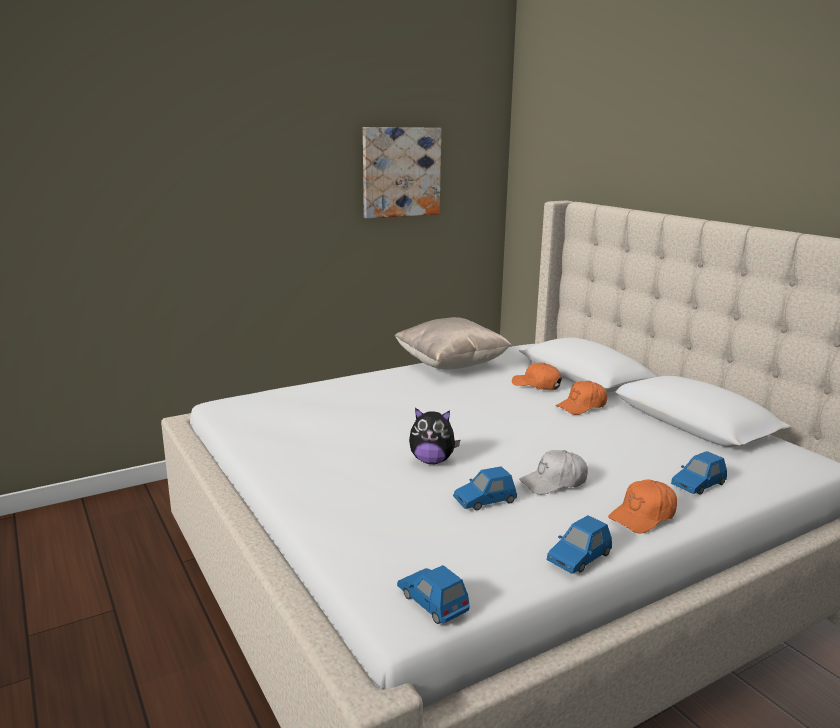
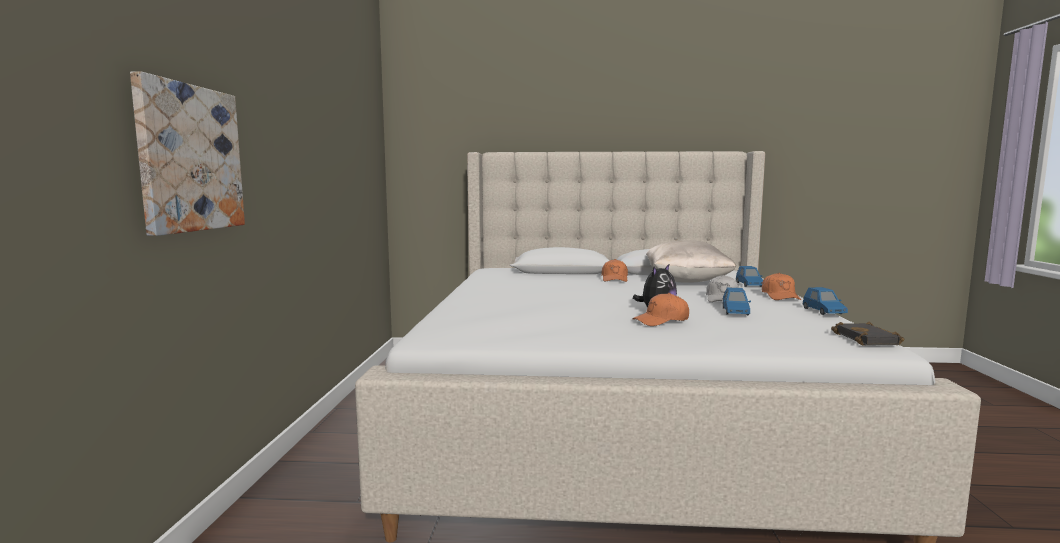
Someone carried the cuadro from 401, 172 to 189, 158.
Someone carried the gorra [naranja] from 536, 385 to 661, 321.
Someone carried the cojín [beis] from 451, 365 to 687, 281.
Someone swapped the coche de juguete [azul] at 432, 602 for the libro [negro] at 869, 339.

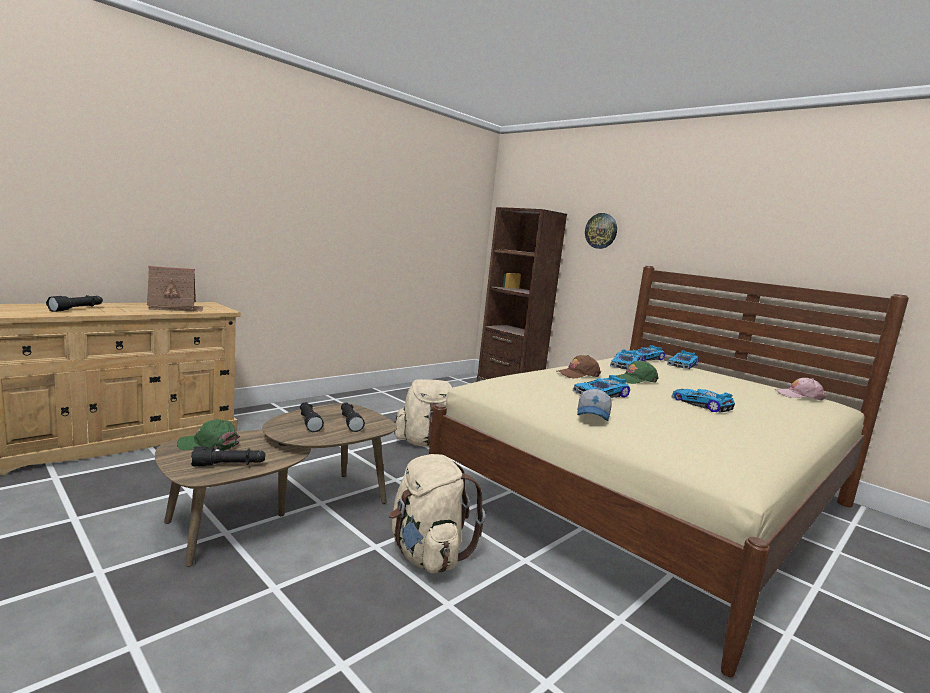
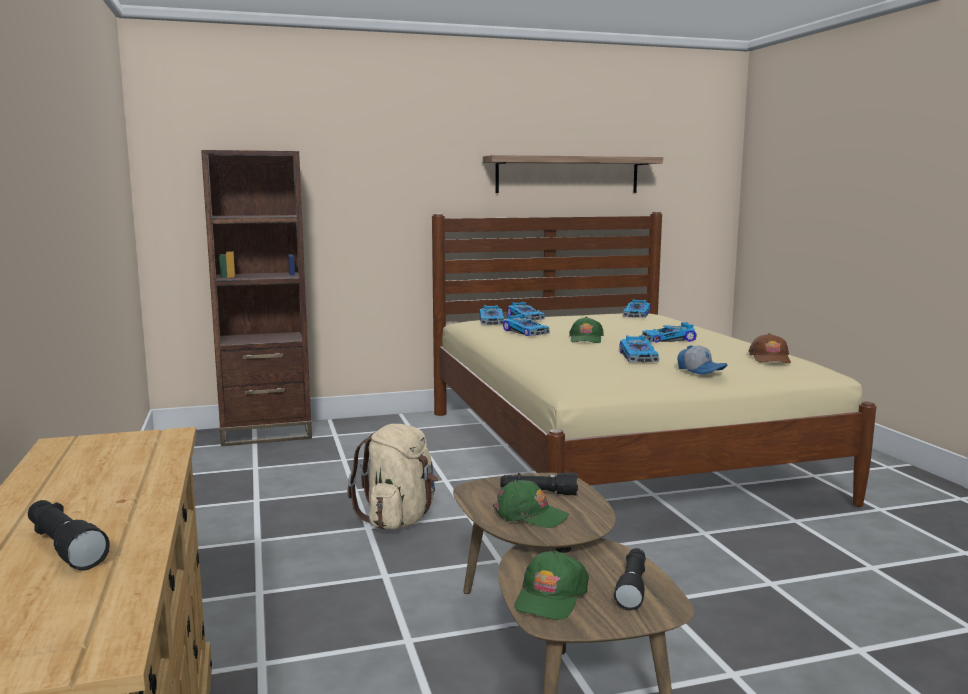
Someone put up the estante at 567, 175.
Someone swapped the linterna [negro] at 309, 422 for the gorra [verde] at 529, 515.
Someone swapped the gorra [rosa] at 799, 396 for the coche de juguete at 637, 315.
Someone carried the gorra [marrón] from 578, 374 to 770, 358.
Someone took away the casita at 175, 308.
Someone took away the mochila [beis] at 427, 554.
Someone took away the reloj de pared at 601, 231.

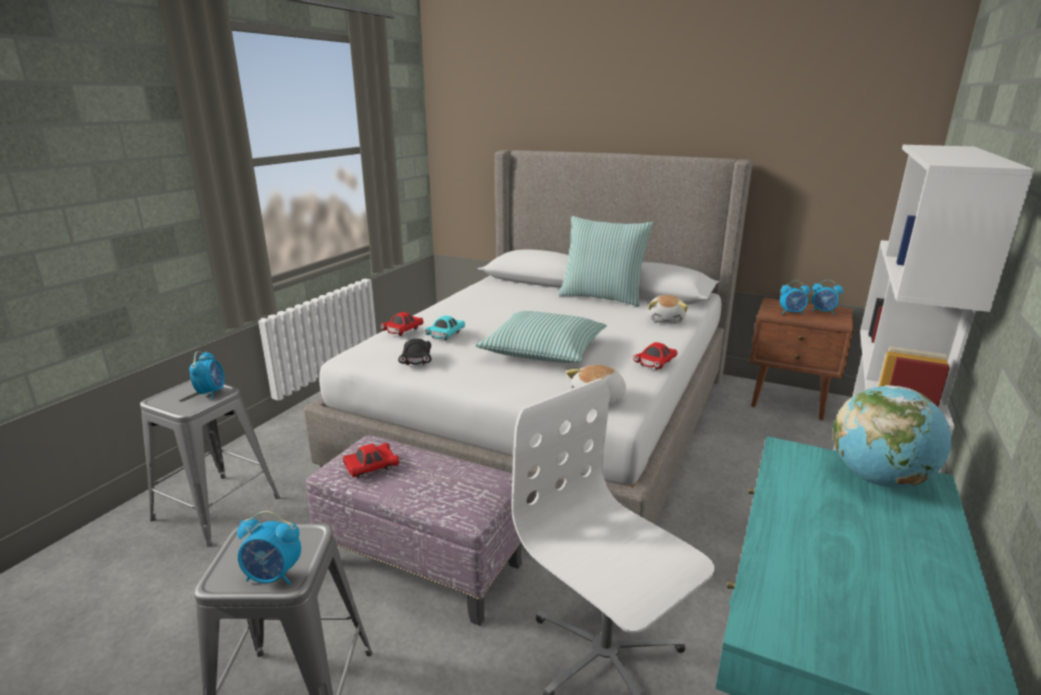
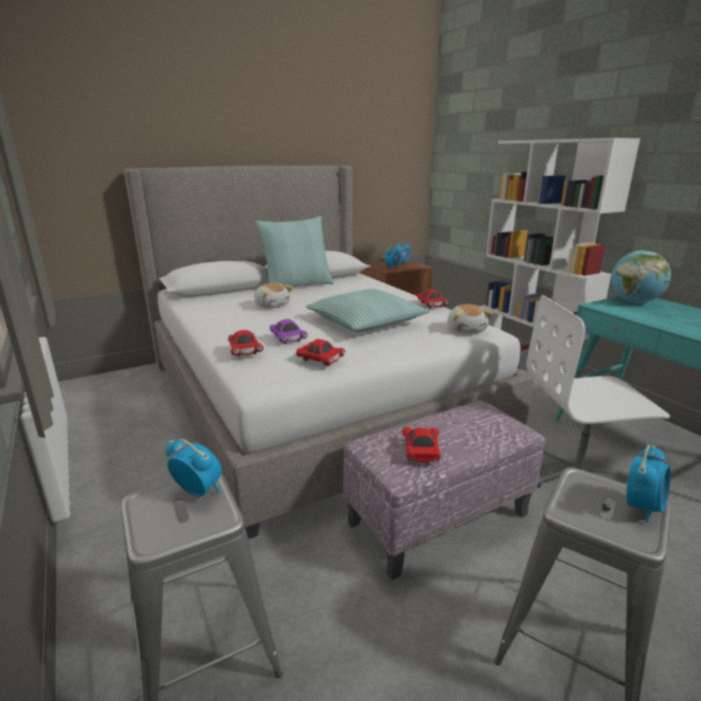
Someone carried the peluche from 666, 320 to 272, 305.
Someone repainted the coche de juguete [turquesa] at 445, 335, which became the coche de juguete [morado] at 287, 339.
Someone repainted the coche de juguete [negro] at 416, 360, which became the coche de juguete [rojo] at 320, 360.

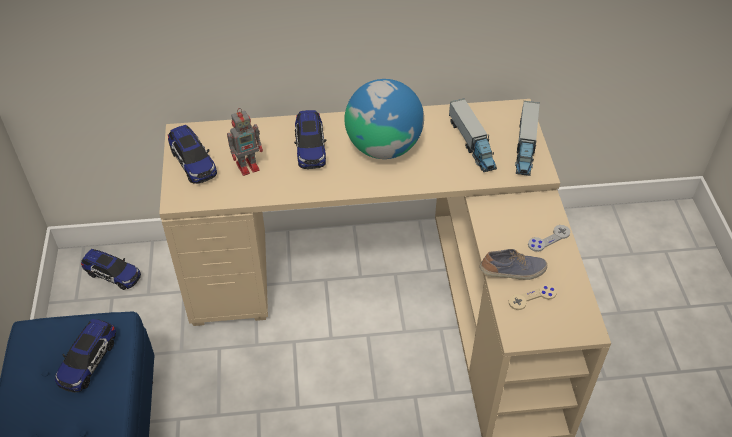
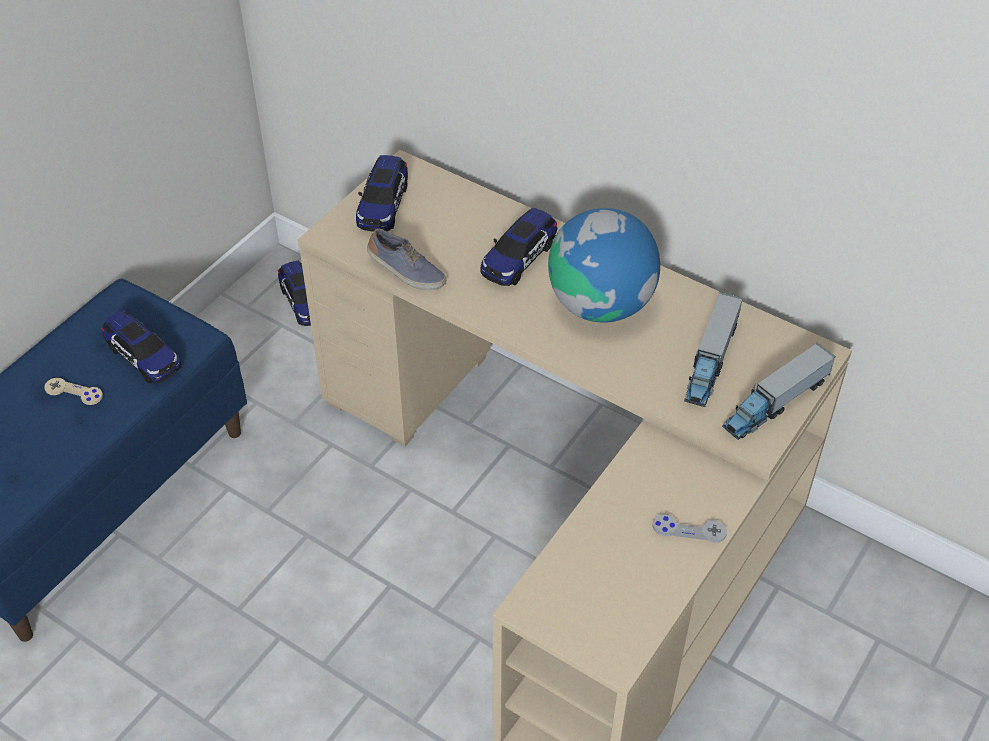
Someone carried the mando de consola [beis] from 532, 298 to 74, 392.
Someone rotated the coche de juguete at 88, 361 by 105 degrees counterclockwise.
Someone carried the zapato from 513, 272 to 406, 272.
Someone took away the robot de juguete at 249, 166.

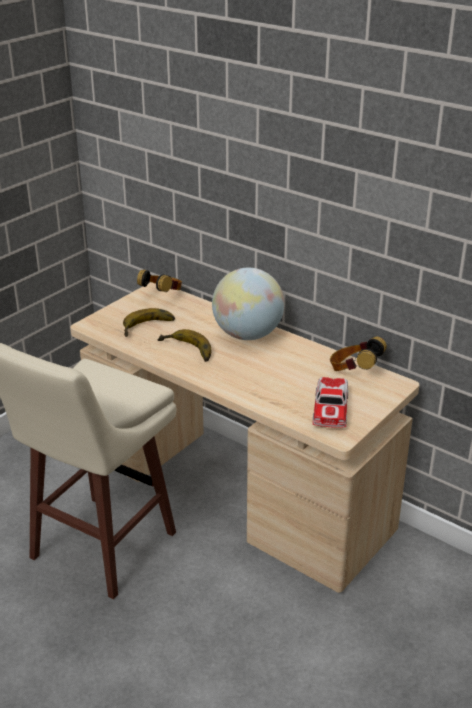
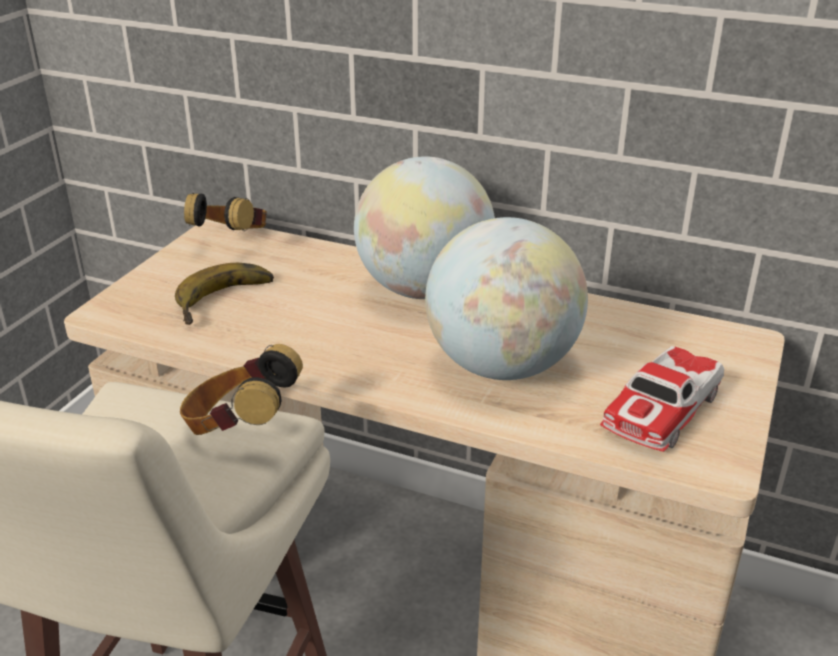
Someone carried the auriculares from 354, 371 to 240, 427.
Someone put down the globo terráqueo at 501, 365.
Someone rotated the coche de juguete at 330, 409 by 45 degrees clockwise.
Someone took away the plátano at 186, 351.

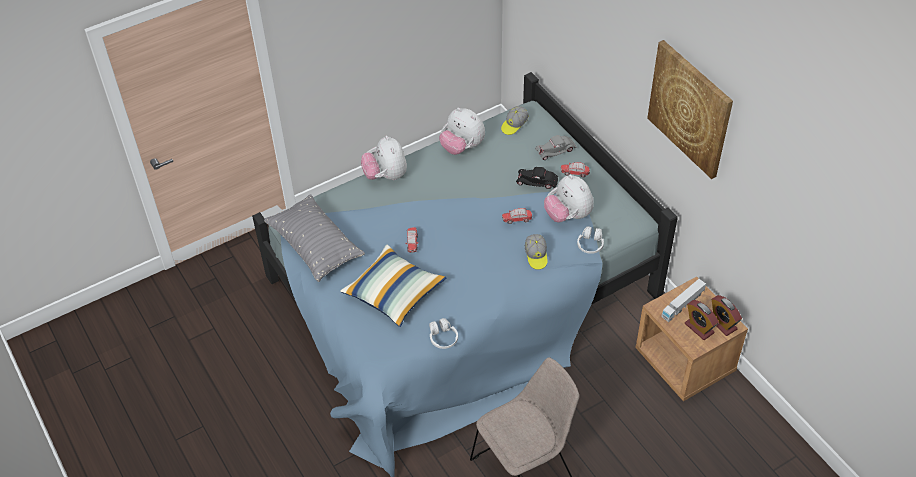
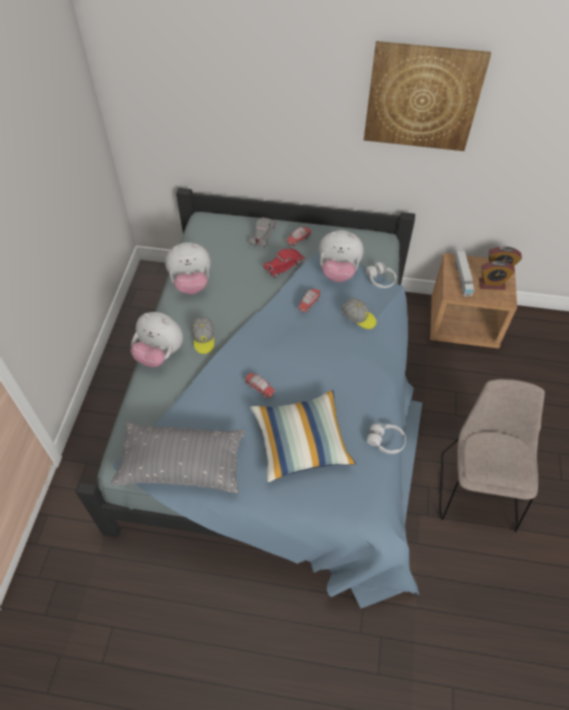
Someone carried the gorra from 514, 125 to 204, 339.
Someone repainted the coche de juguete [negro] at 537, 181, which became the coche de juguete [rojo] at 284, 264.

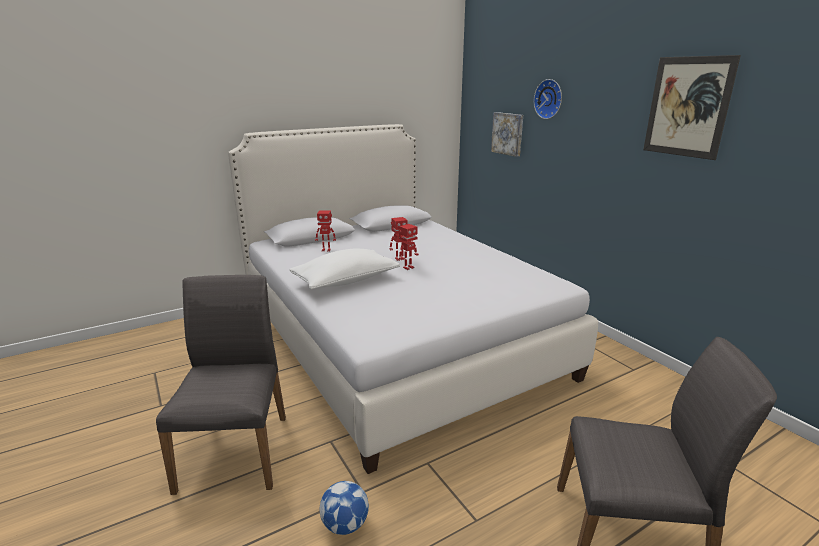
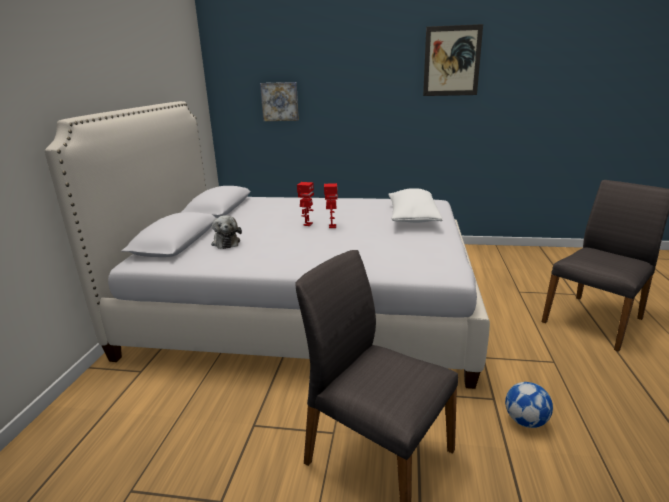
Someone swapped the robot de juguete at 326, 250 for the peluche at 226, 242.
Someone carried the cojín [blanco] from 346, 281 to 412, 218.
Someone took away the reloj de pared at 549, 99.

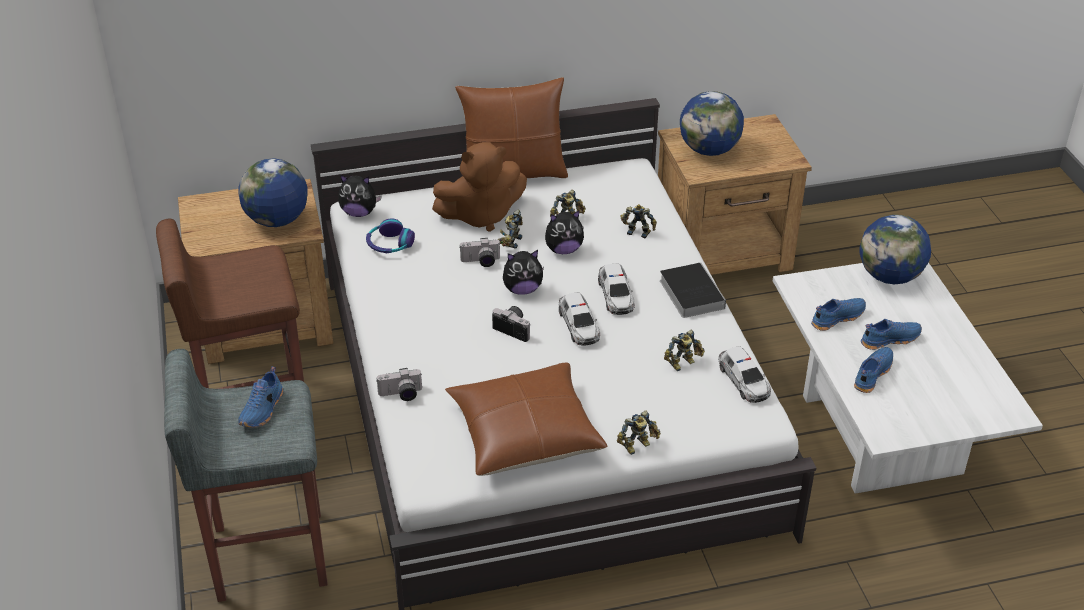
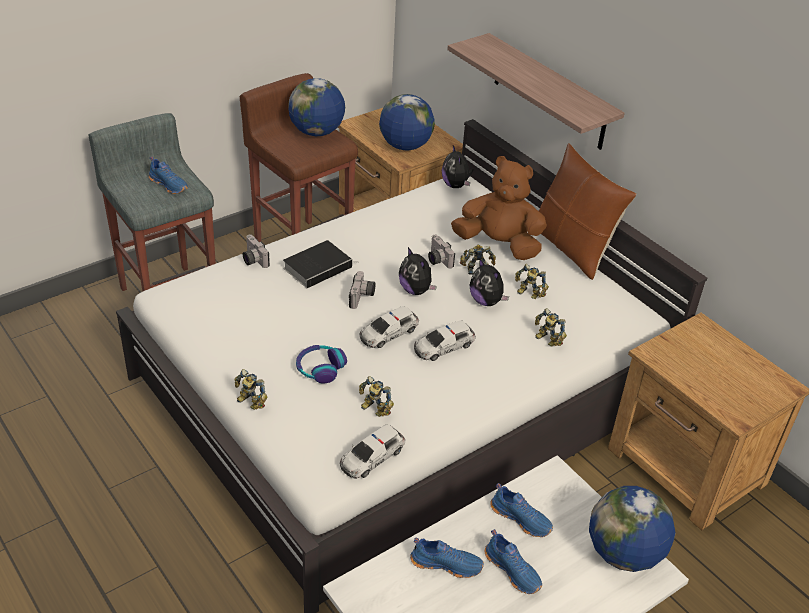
Someone rotated the zapato [azul] at 263, 410 by 135 degrees counterclockwise.
Someone carried the libro from 690, 293 to 319, 266.
Someone carried the globo terráqueo from 709, 150 to 317, 132.
Someone carried the auriculares from 389, 244 to 320, 368.
Someone put up the estante at 549, 92.
Someone rotated the peluche [marrón] at 481, 215 by 150 degrees clockwise.
Someone rotated the robot de juguete at 638, 231 by 135 degrees clockwise.
Someone took away the cojín [marrón] at 525, 433.

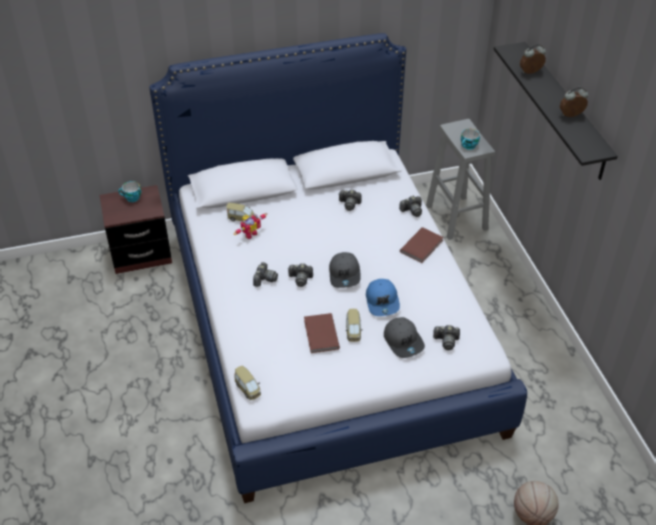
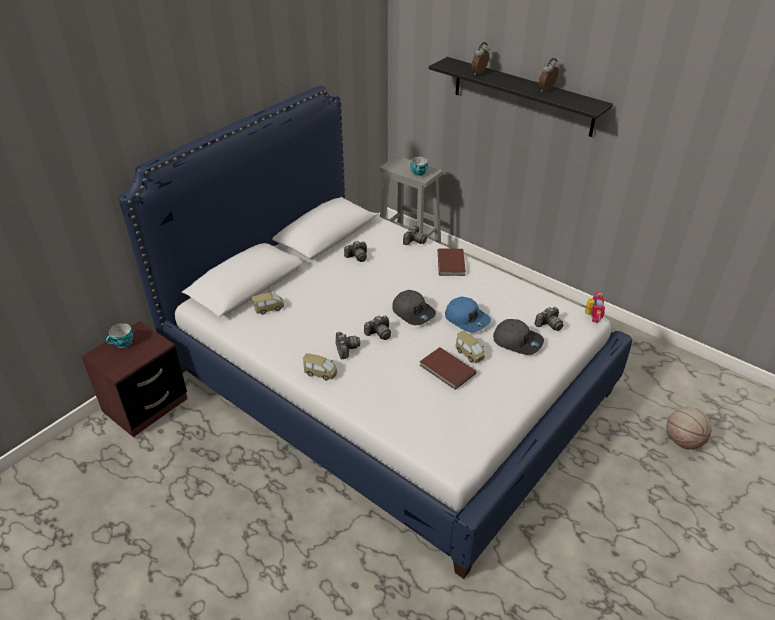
Someone carried the coche de juguete from 248, 388 to 320, 373.
Someone carried the robot de juguete from 249, 233 to 592, 317.

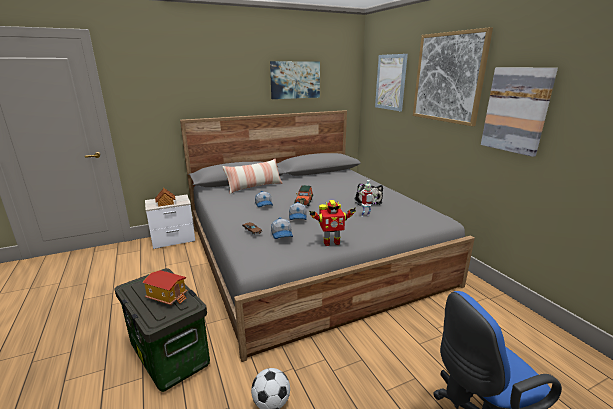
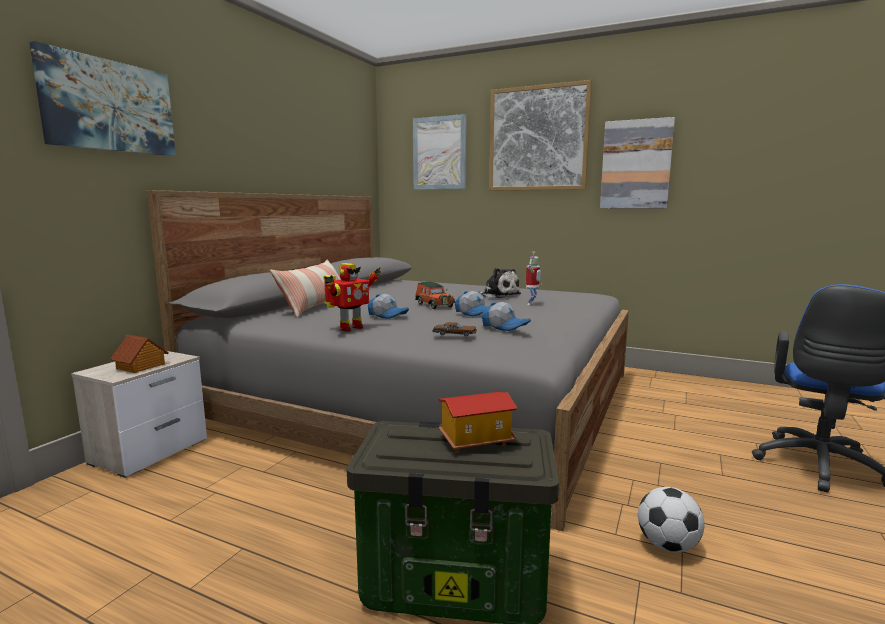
Someone carried the cuadro from 295, 80 to 109, 106.
Someone carried the robot de juguete from 331, 242 to 349, 328.

